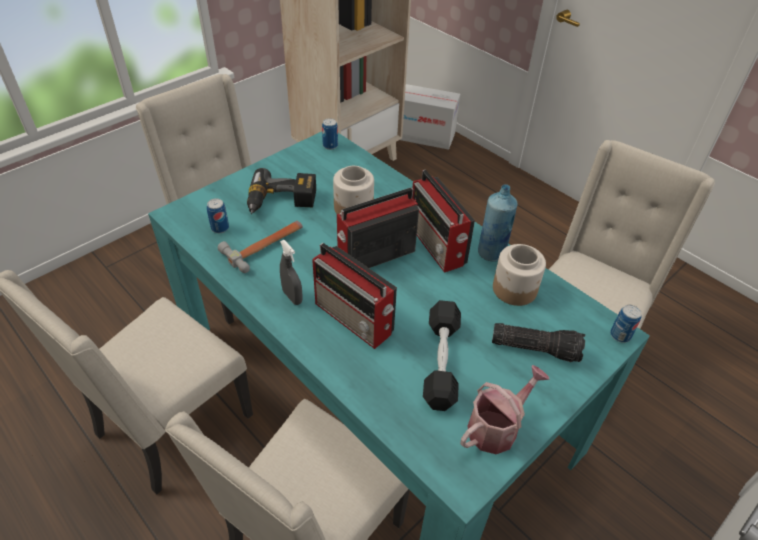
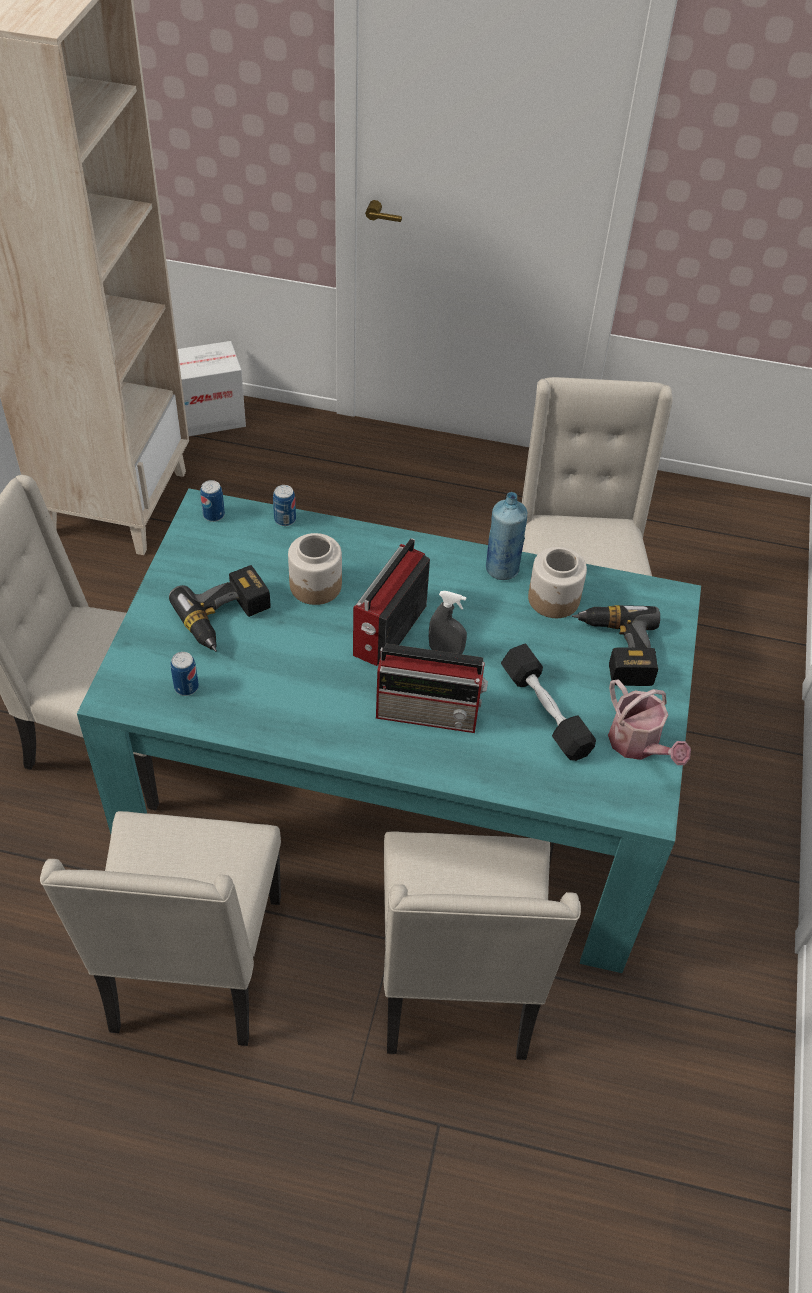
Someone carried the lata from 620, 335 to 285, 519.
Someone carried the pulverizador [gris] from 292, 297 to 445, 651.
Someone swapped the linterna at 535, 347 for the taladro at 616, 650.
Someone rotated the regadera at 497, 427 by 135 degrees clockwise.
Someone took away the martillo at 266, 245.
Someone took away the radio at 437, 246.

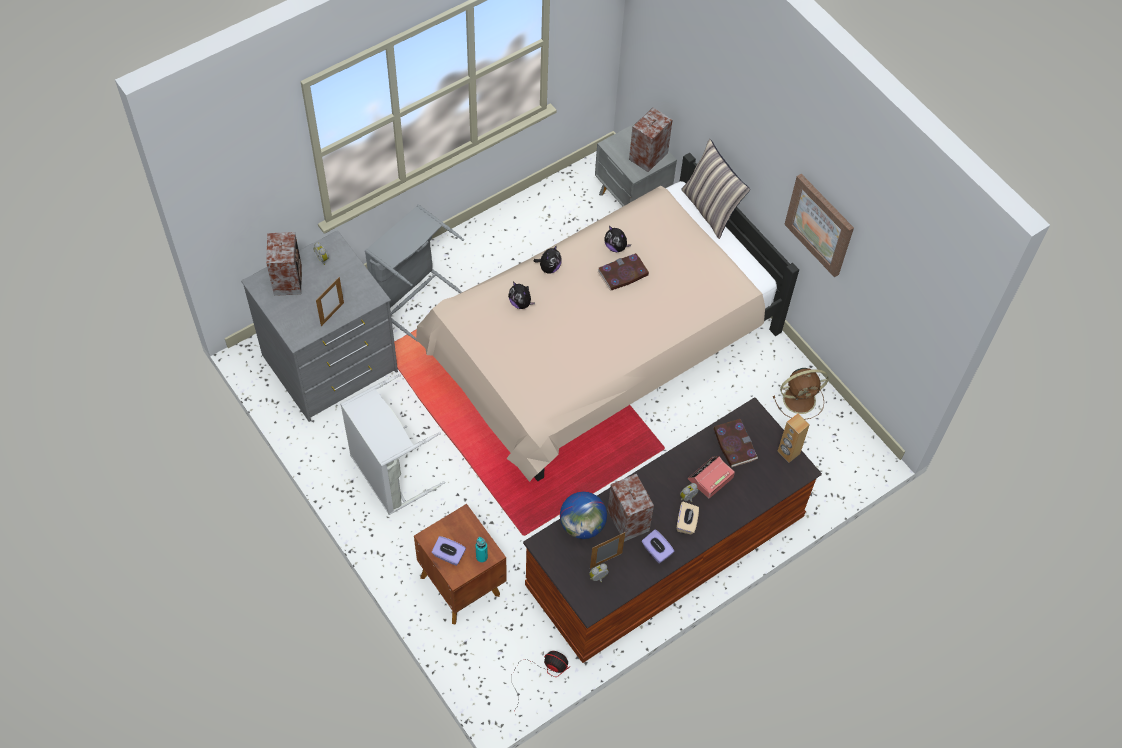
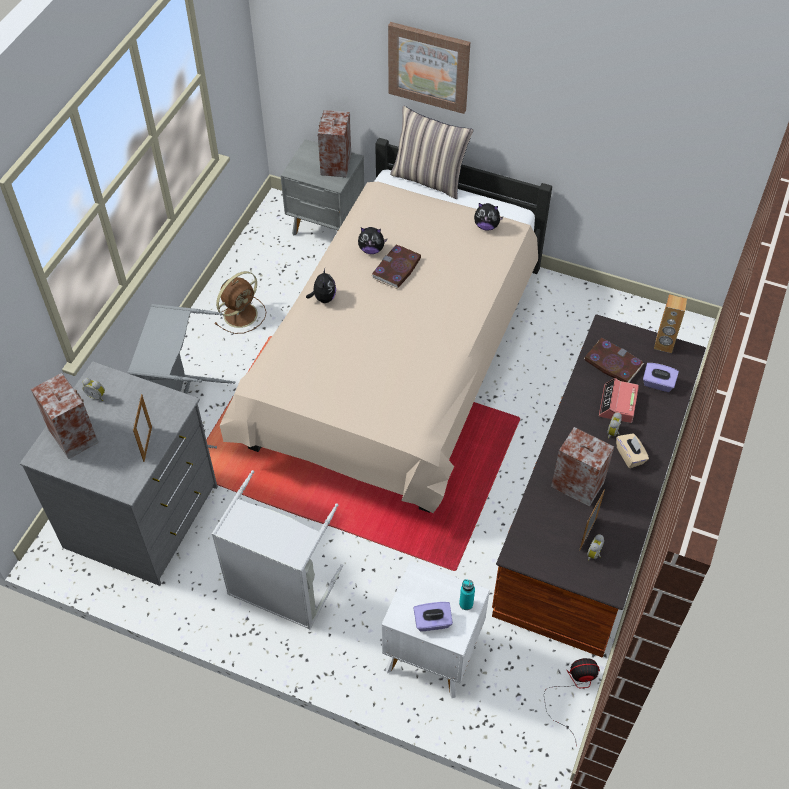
Someone carried the ventilador [marrón] from 800, 399 to 241, 314.
Someone repainted the mesita de noche [marrón] at 460, 584, which became the mesita de noche [blanco] at 431, 654.
Someone carried the cuadro from 820, 224 to 429, 66.
Someone carried the peluche from 521, 303 to 486, 226.
Someone carried the caja de pañuelos [morado] from 656, 551 to 657, 384.
Someone took away the globo terráqueo at 582, 525.

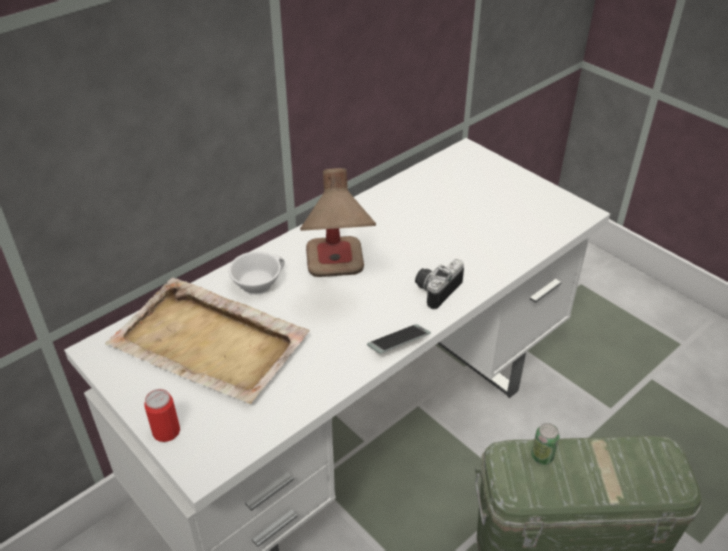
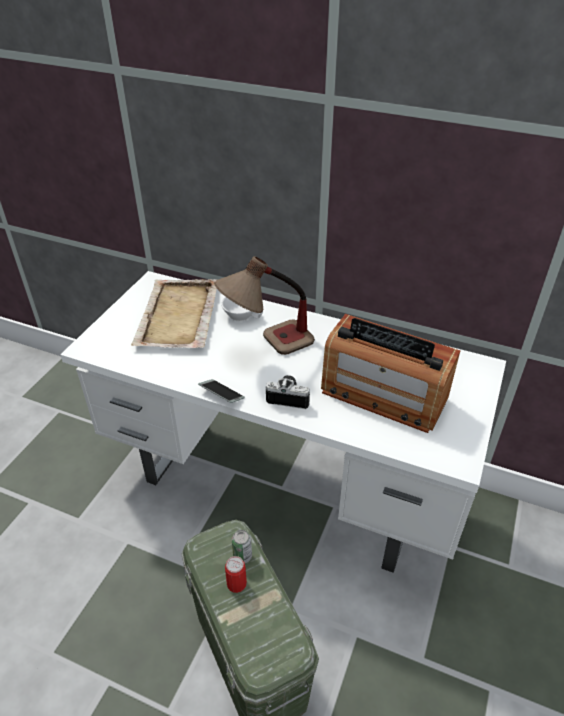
Someone carried the lata from 166, 431 to 236, 583.
Someone put down the radio at 383, 394.

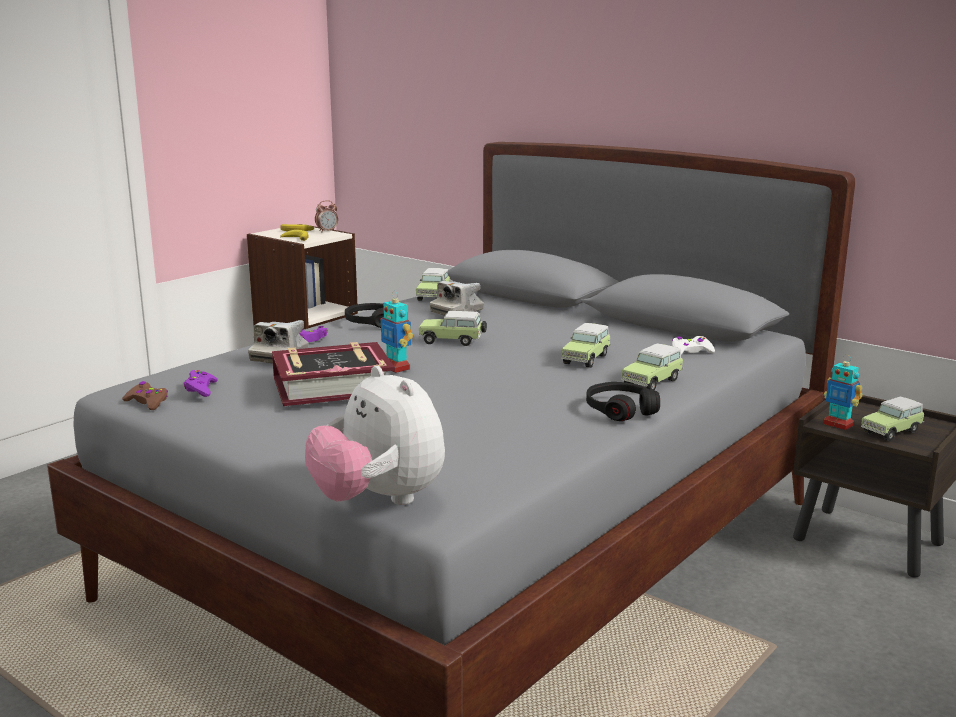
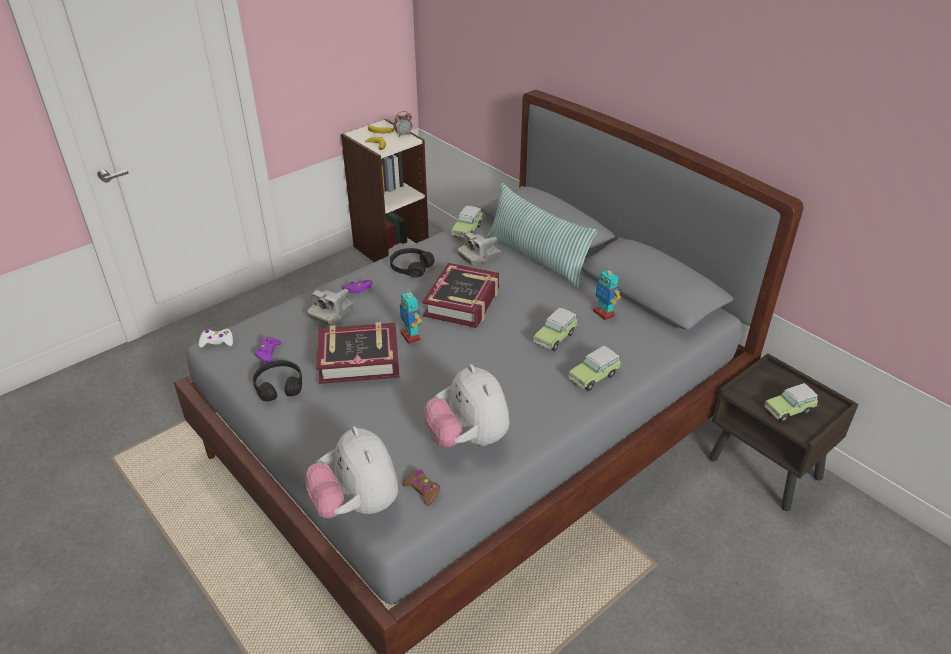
Someone carried the mando de consola [blanco] from 690, 352 to 217, 341.
Someone carried the auriculares [negro] from 620, 410 to 279, 386.
Someone carried the mando de consola [marrón] from 147, 402 to 422, 490.
Someone swapped the coche de juguete at 453, 341 for the libro at 463, 302.
Someone put down the peluche at 468, 439.
Someone put down the cojín at 536, 258.
Someone carried the robot de juguete from 838, 424 to 604, 313.

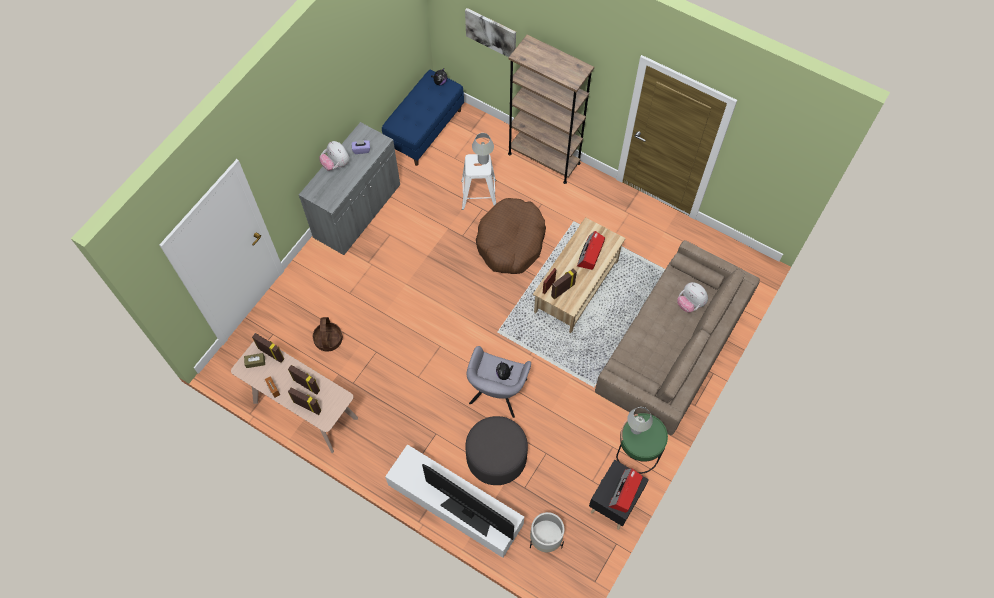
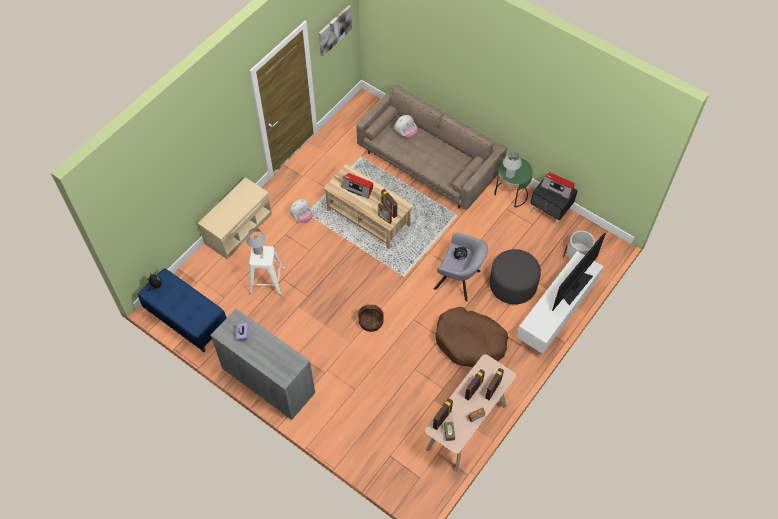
Someone swapped the estantería [marrón] at 544, 158 for the banco [beis] at 238, 228.
Someone carried the peluche from 336, 164 to 302, 217.
Someone carried the cuadro from 491, 33 to 334, 30.
Someone carried the cesta from 328, 339 to 370, 322.
Someone carried the cama para perro [marrón] from 511, 242 to 470, 342.

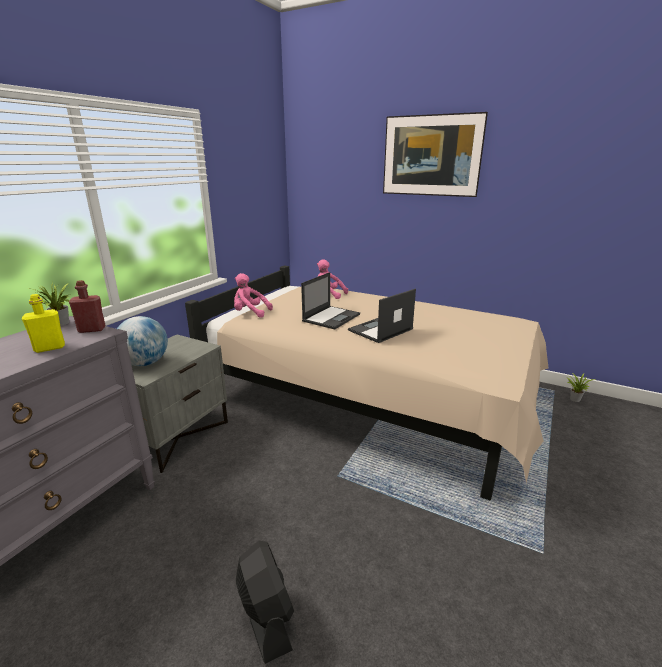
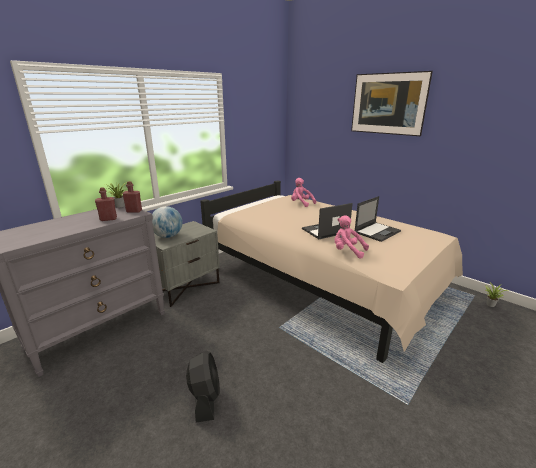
Someone repainted the botella [amarillo] at 49, 348, which became the botella [rojo] at 108, 219.
Someone carried the peluche [rosa] from 250, 313 to 347, 251.
Someone carried the portátil from 331, 317 to 377, 231.

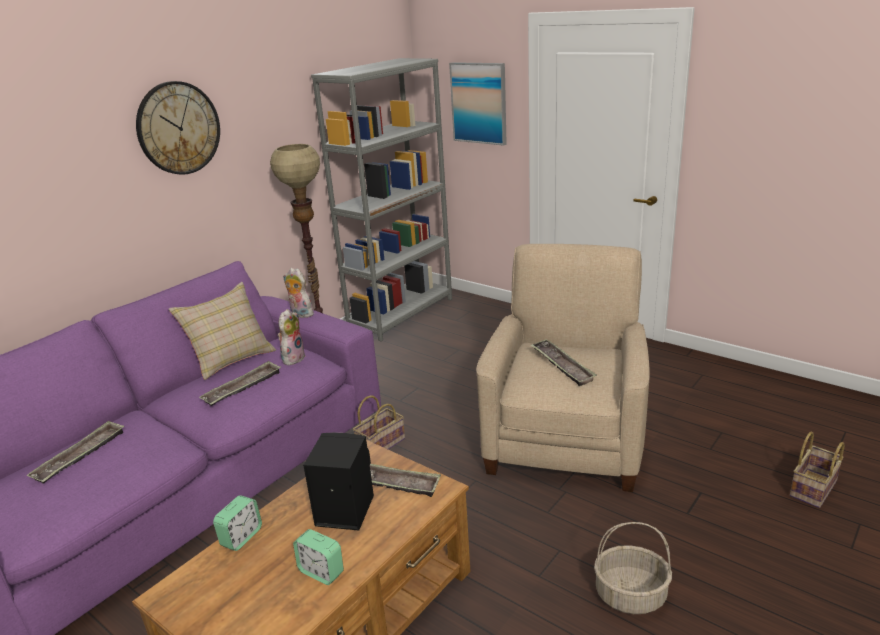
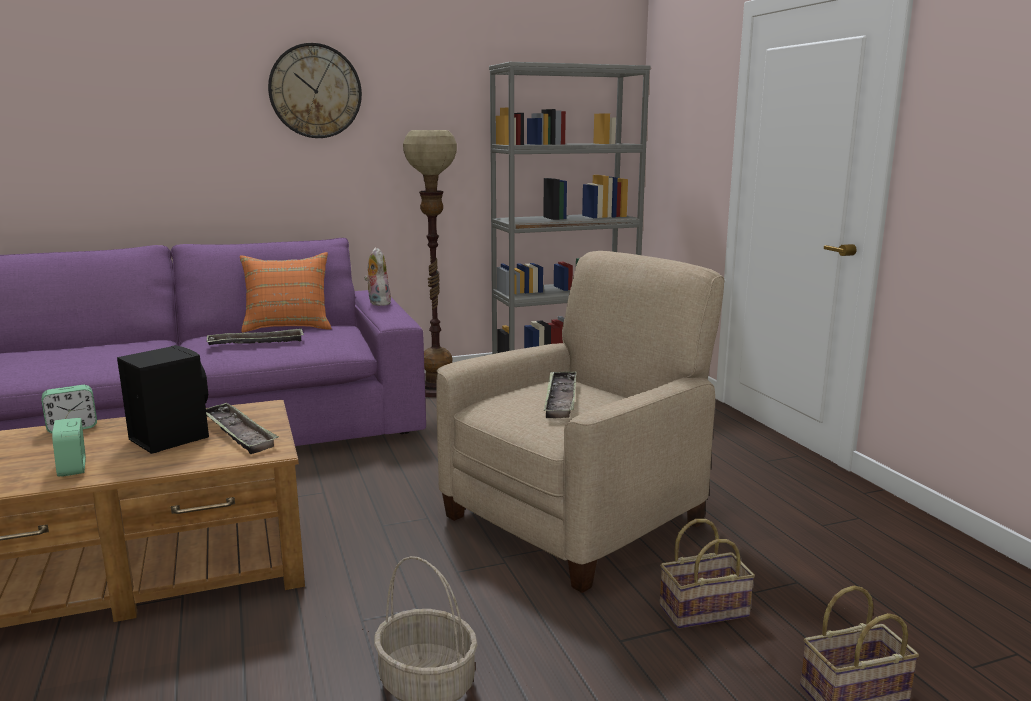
Someone repainted the cojín [beis] at 231, 358, which became the cojín [naranja] at 288, 326.
Someone carried the cesta from 381, 444 to 705, 609.
Someone took away the bandeja at 80, 456.
Someone took away the peluche at 293, 358.
Someone took away the cuadro at 479, 103.

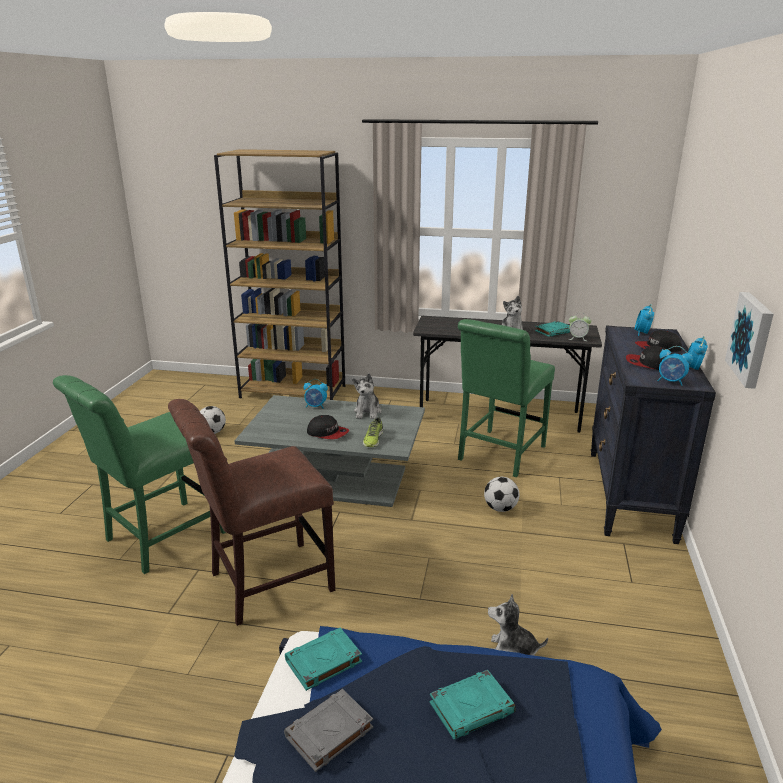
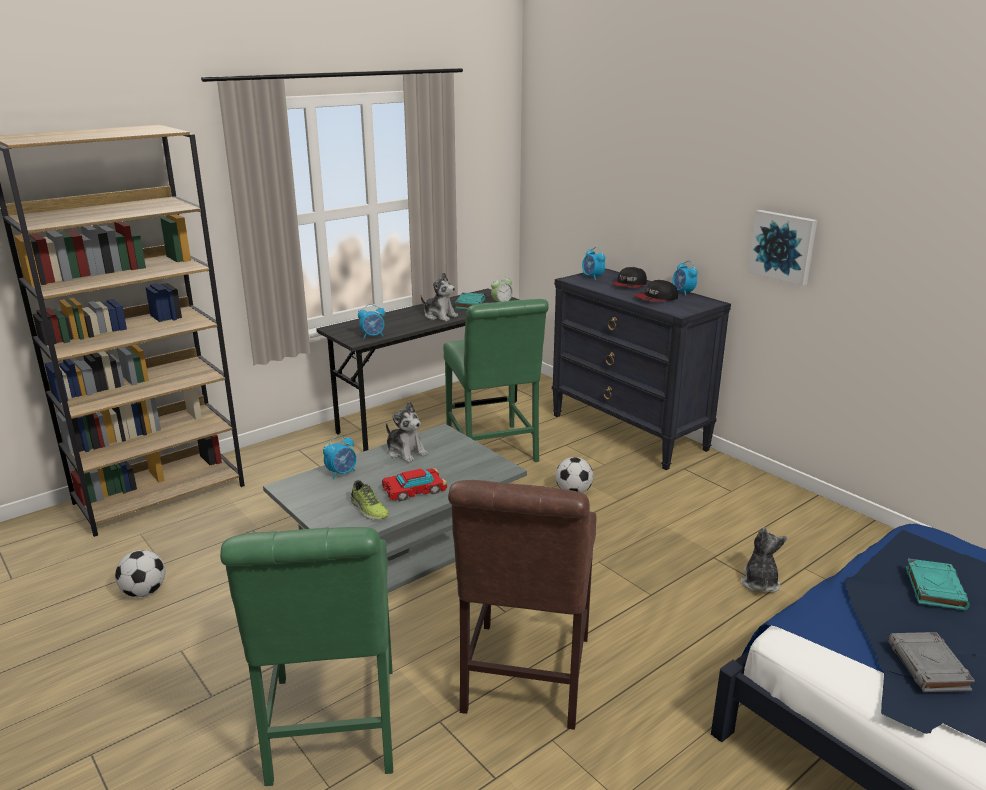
Someone carried the zapato from 373, 439 to 368, 509.
Someone carried the despertador from 671, 382 to 373, 336.
Someone swapped the gorra at 328, 433 for the coche de juguete at 414, 489.
Someone rotated the peluche at 512, 651 by 135 degrees clockwise.
Someone took away the libro [turquesa] at 323, 662.

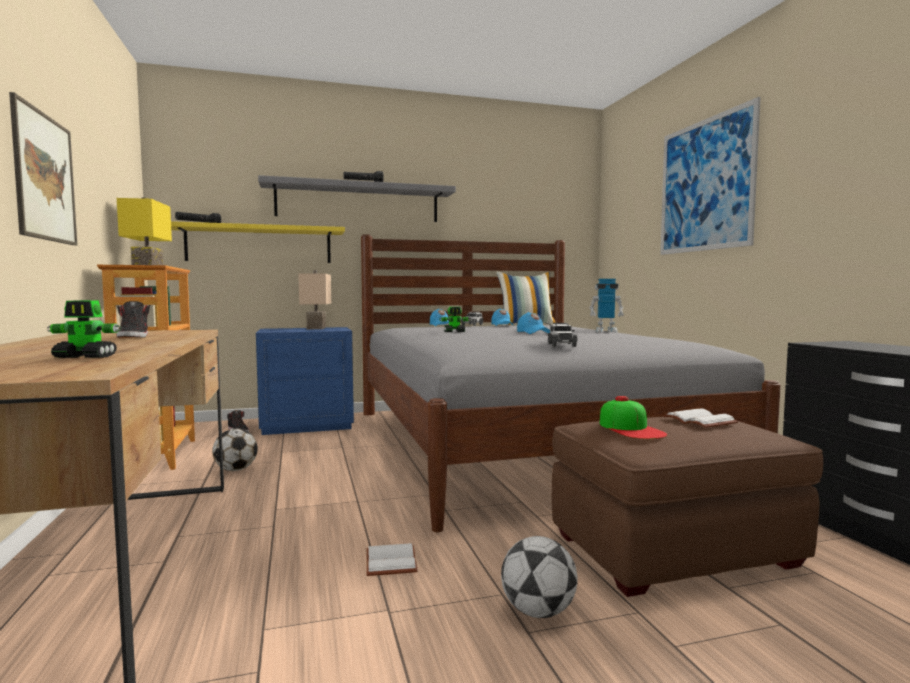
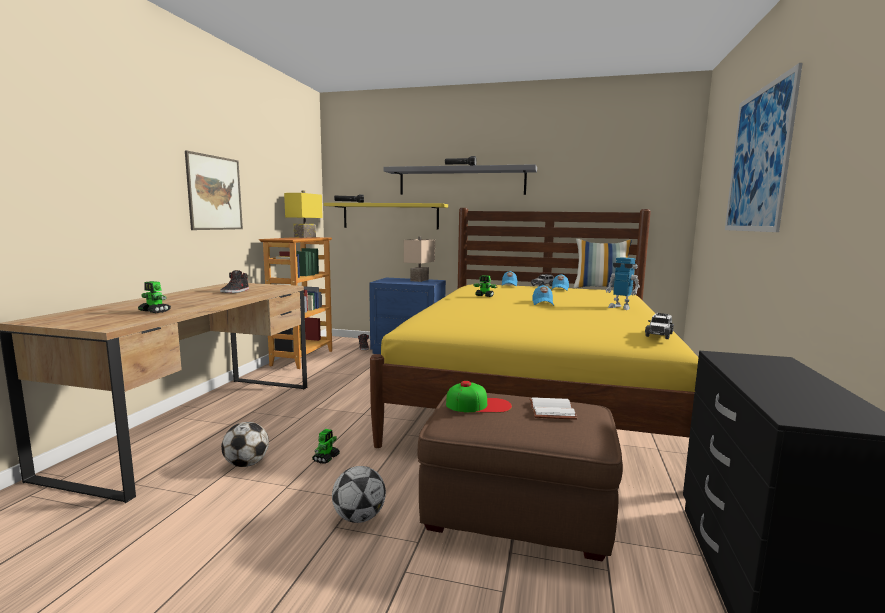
Someone carried the balón de fútbol from 236, 470 to 246, 464.
Someone swapped the libro [blanco] at 389, 561 for the robot de juguete at 326, 458.
Someone repainted the cama [gris] at 519, 444, which became the cama [amarillo] at 535, 395.
Someone rotated the gorra at 631, 428 by 105 degrees counterclockwise.
Someone carried the coche de juguete from 561, 345 to 659, 335.

